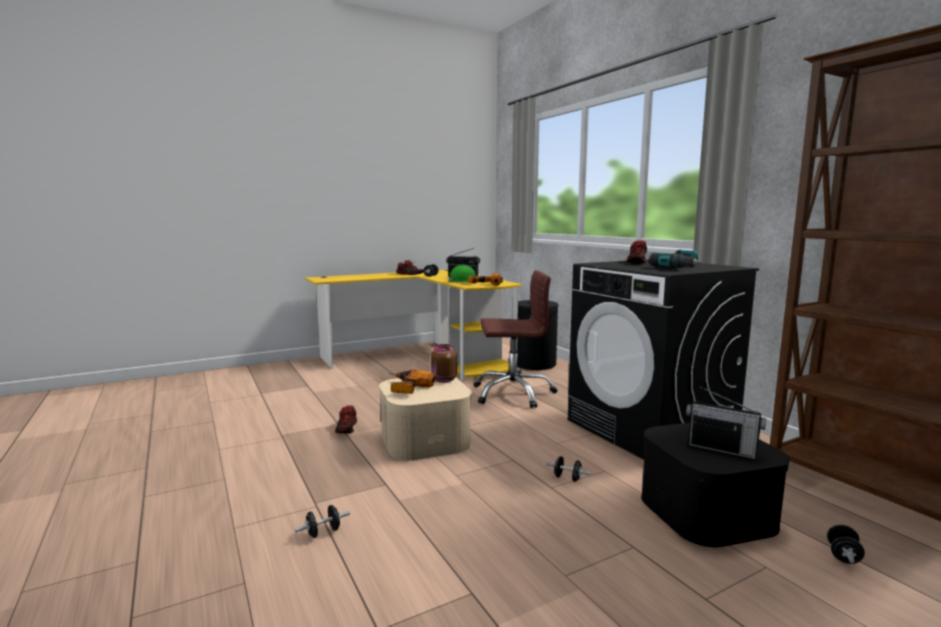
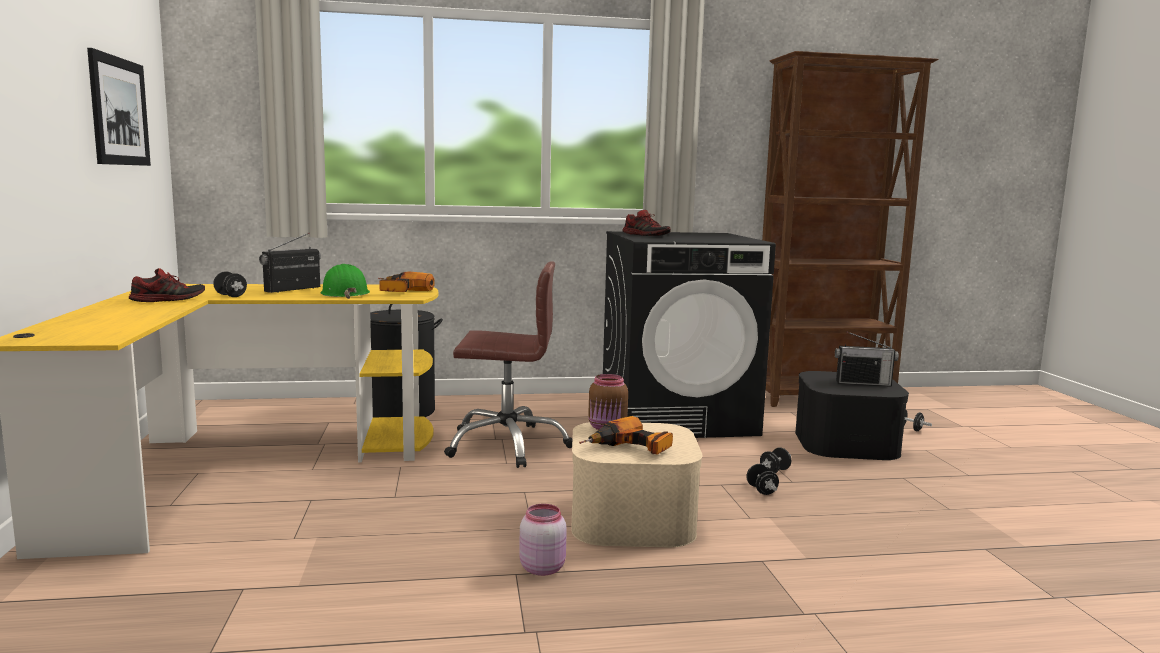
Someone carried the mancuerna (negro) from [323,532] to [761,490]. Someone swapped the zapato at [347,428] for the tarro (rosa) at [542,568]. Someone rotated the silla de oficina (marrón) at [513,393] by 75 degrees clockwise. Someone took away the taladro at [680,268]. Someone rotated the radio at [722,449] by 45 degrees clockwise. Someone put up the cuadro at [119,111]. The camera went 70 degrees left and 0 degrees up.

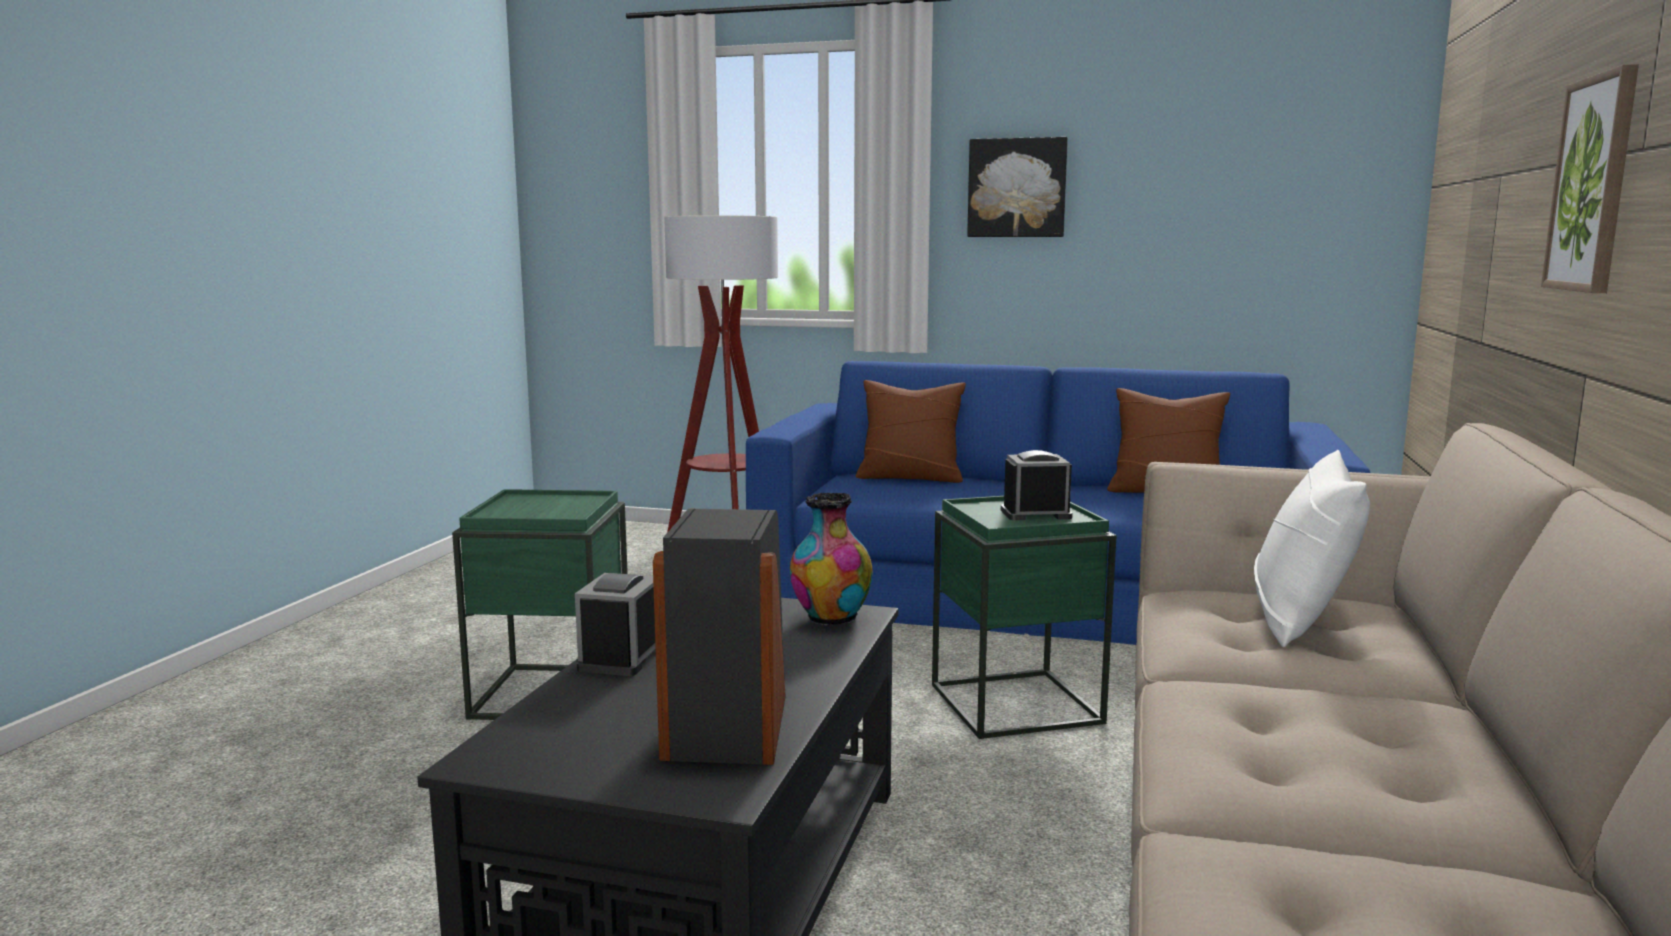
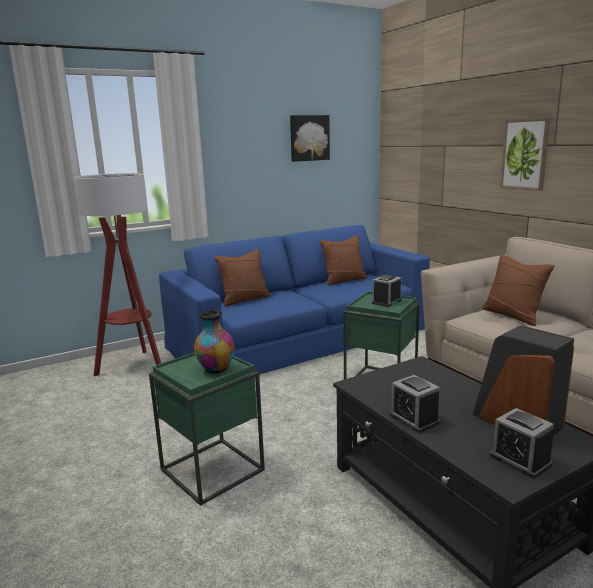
Someone carried the florero from [830,618] to [216,369]. Someone carried the cuadro from [1017,188] to [309,138]. Someone repainted the cojín (blanco) at [1299,620], which became the cojín (marrón) at [513,315]. Someone put down the despertador at [520,460]. The camera went 45 degrees left and 5 degrees up.

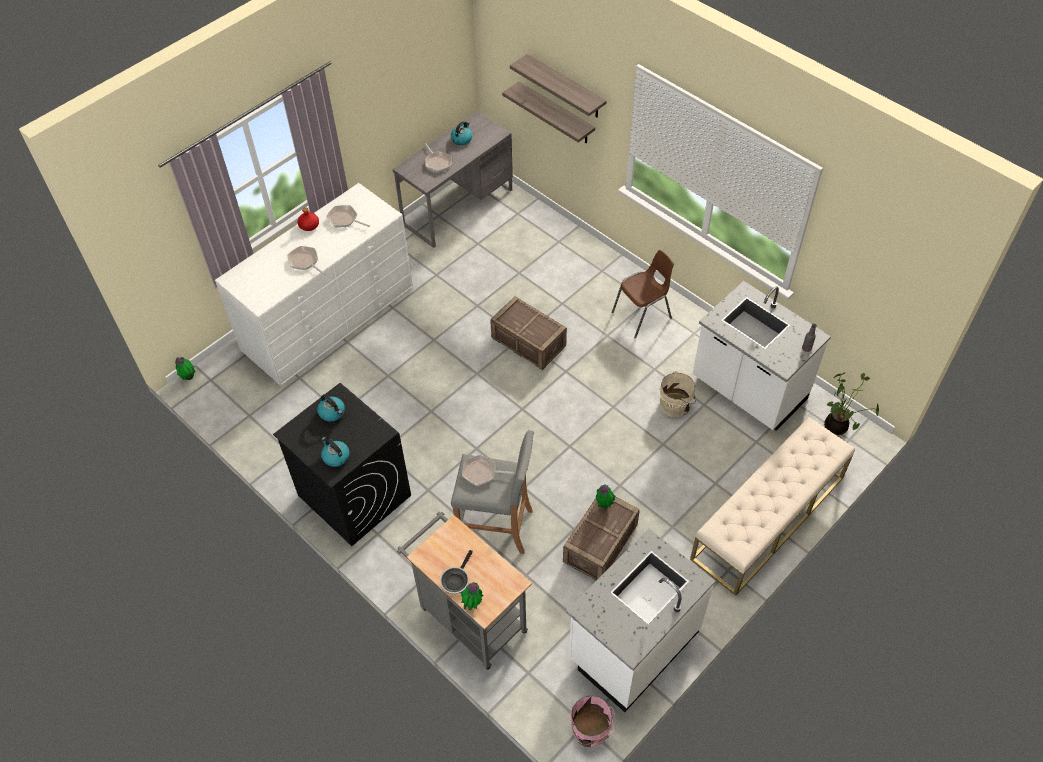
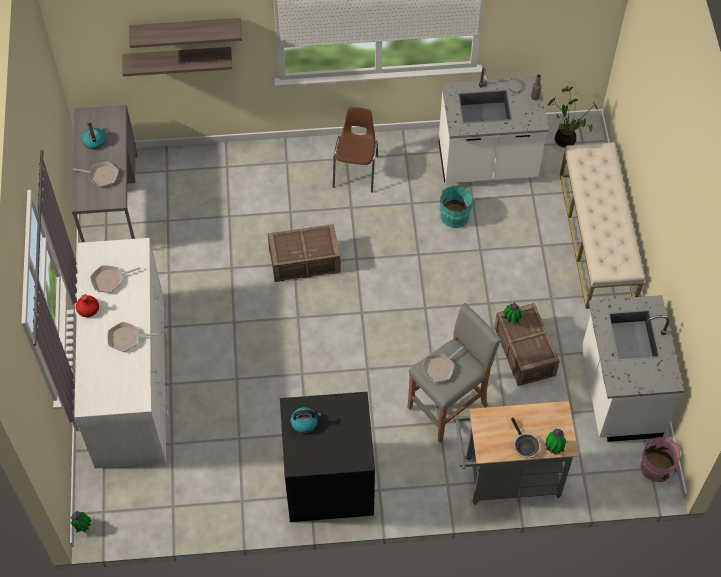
Someone took away the hervidor at [335,456]. Someone repainted the cubo (beis) at [676,404], which became the cubo (turquesa) at [455,215]. The camera went 50 degrees left and 5 degrees up.

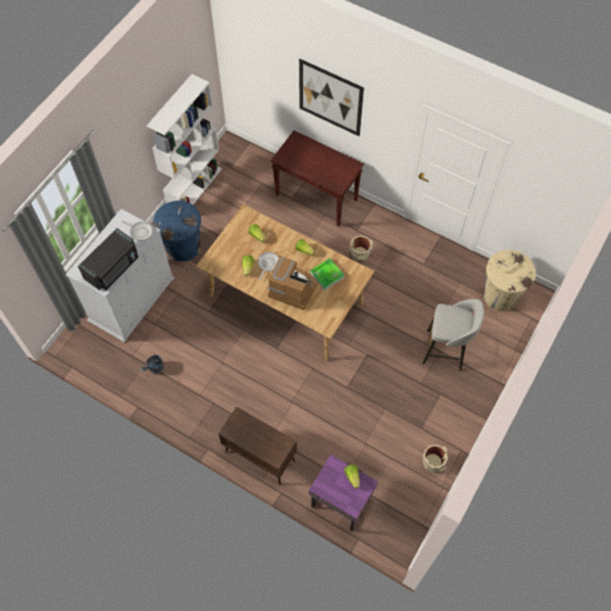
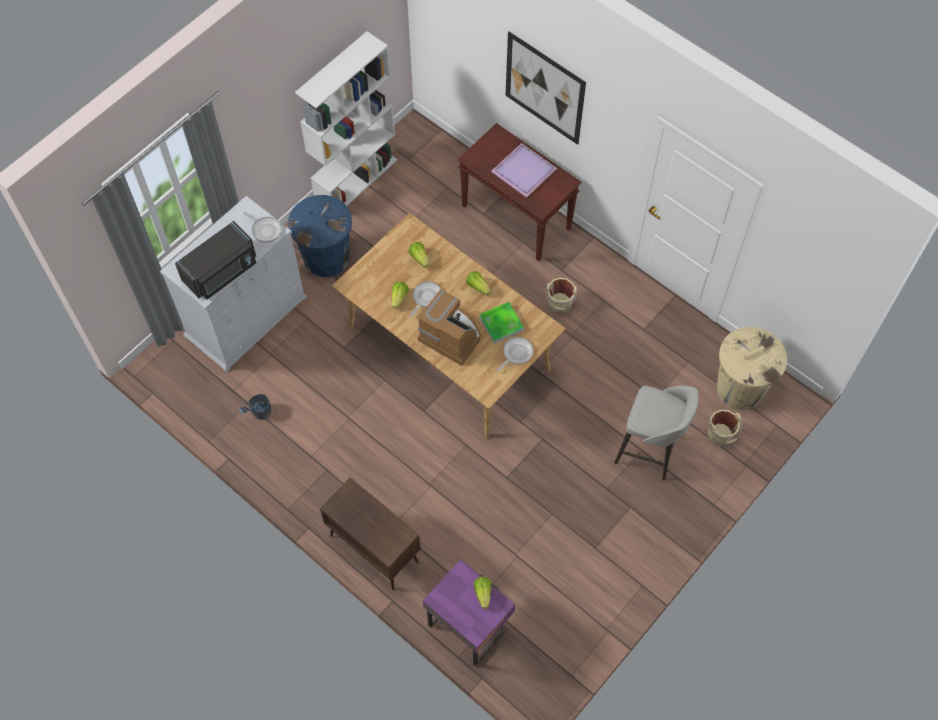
Someone carried the cubo (beis) from [433,463] to [720,435]. Someone put down the bandeja (morado) at [524,172]. Someone put down the sartén at [516,353]. The camera went 10 degrees right and 0 degrees up.

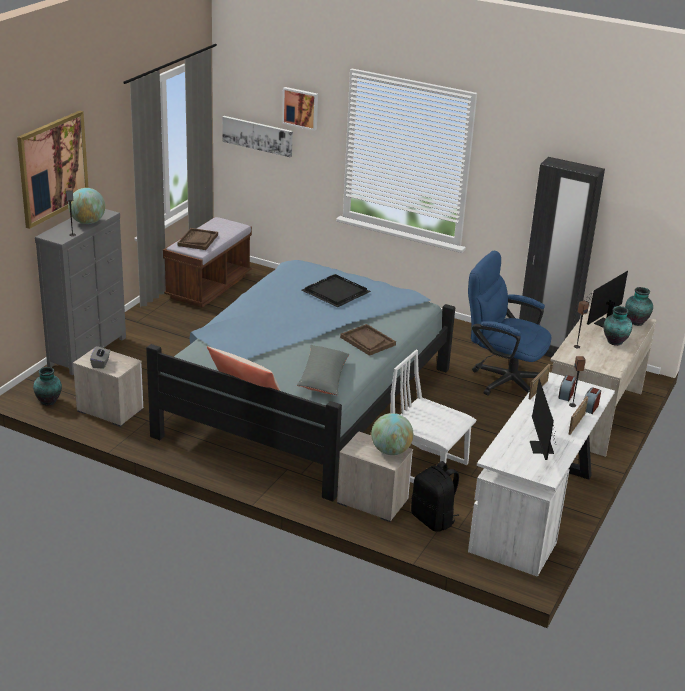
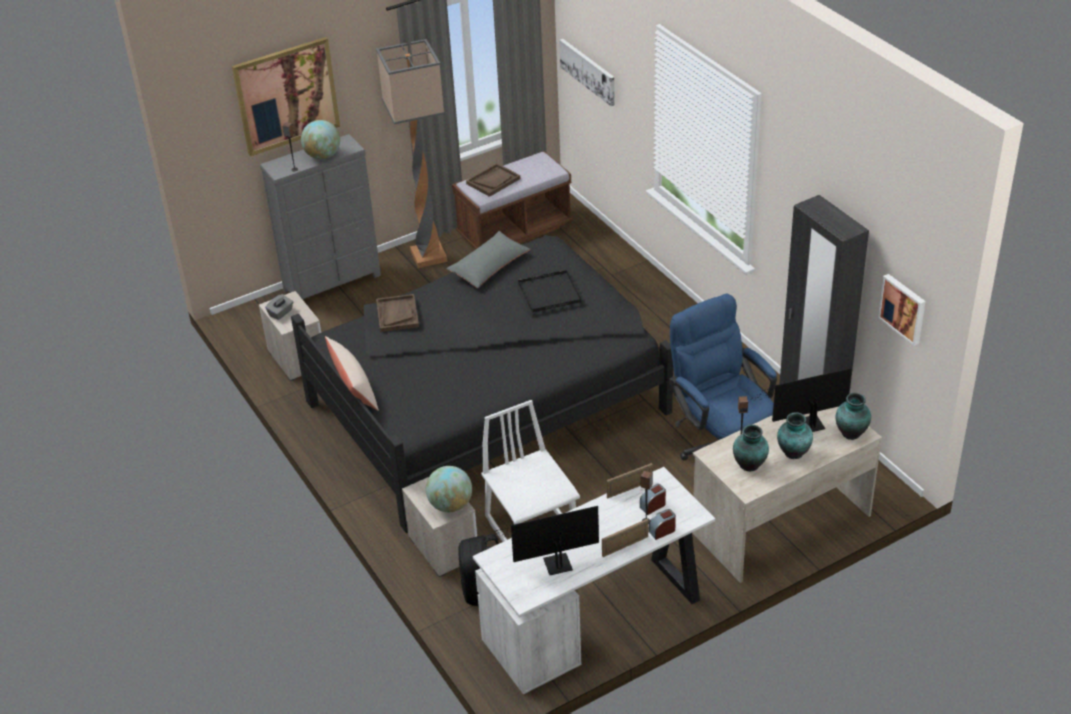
Someone carried the florero from [49,401] to [750,465]. Someone repainted the cama (azul) at [303,395], which became the cama (negro) at [489,398]. Someone carried the cuadro from [301,108] to [903,308]. Someone carried the cojín (gris) from [323,377] to [489,267]. Someone carried the bandeja (marrón) from [367,341] to [397,314]. Someone rotated the monitor at [541,449] by 45 degrees clockwise. Someone put down the lámpara de pie at [429,255]. The camera went 35 degrees right and 10 degrees up.

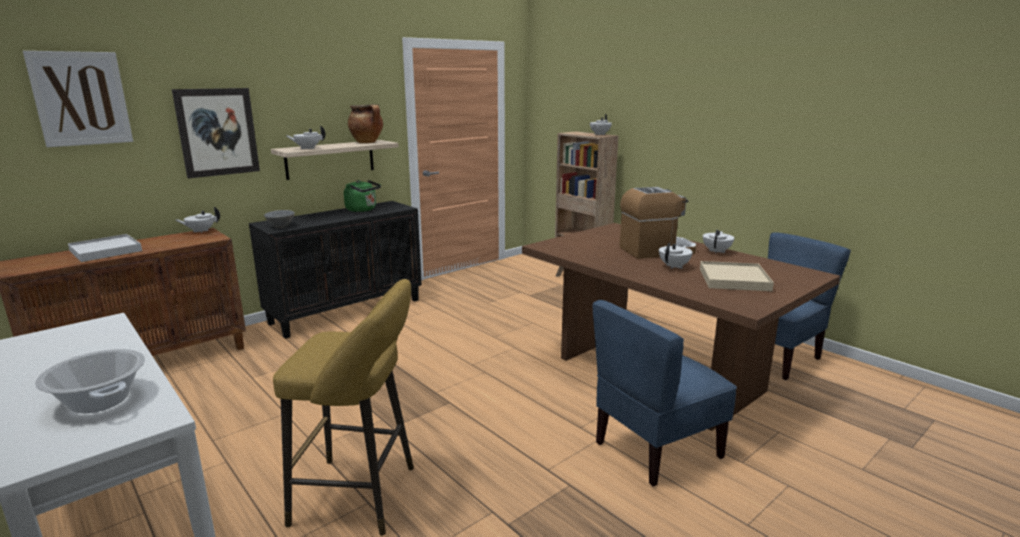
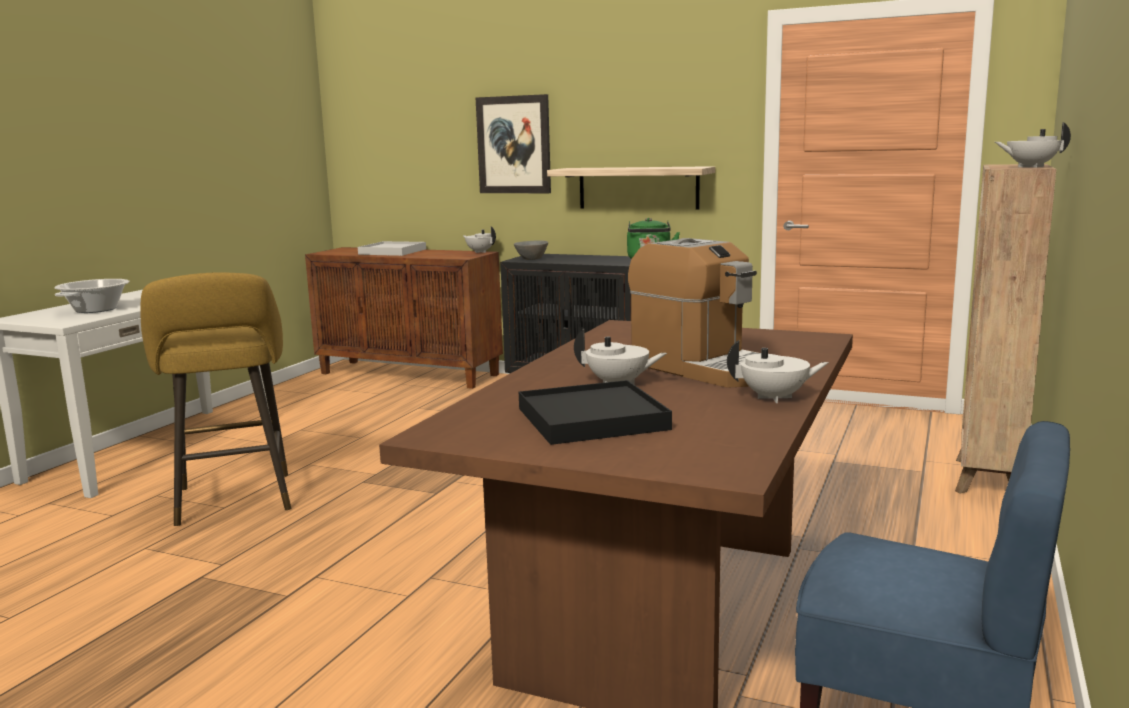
Someone took away the cuadro at [81,99]. Someone took away the tetera (blanco) at [307,148]. Someone took away the olla at [367,142]. Someone took away the silla (azul) at [656,449]. Someone repainted the bandeja (beis) at [734,279], which became the bandeja (negro) at [591,419]. The camera went 65 degrees right and 5 degrees down.

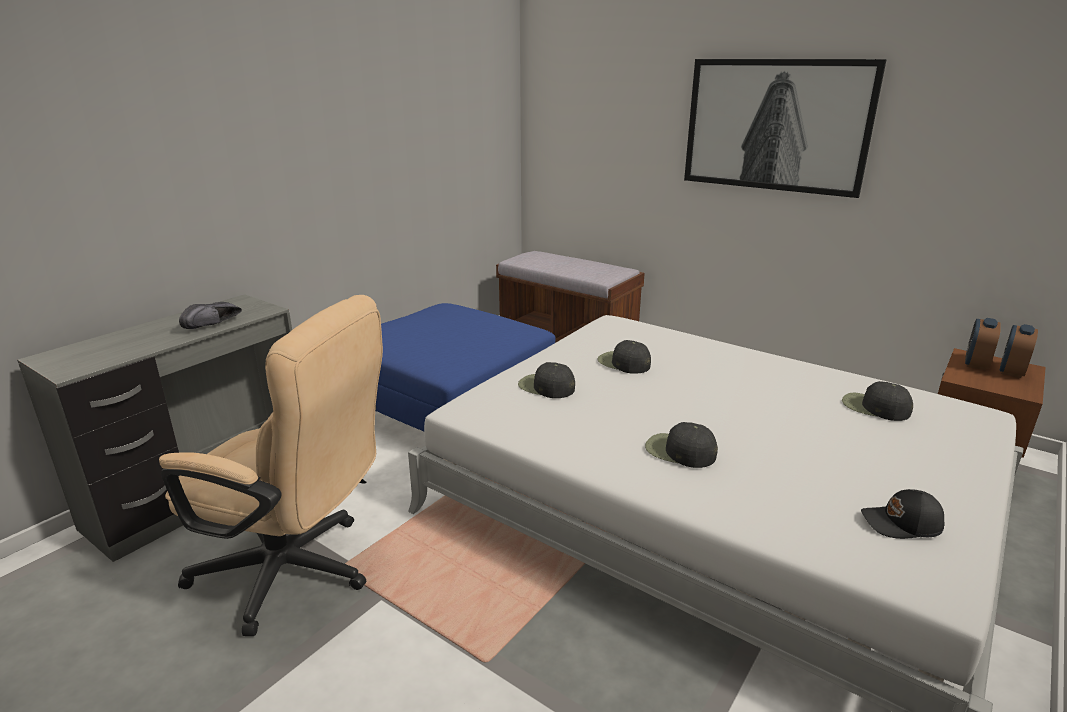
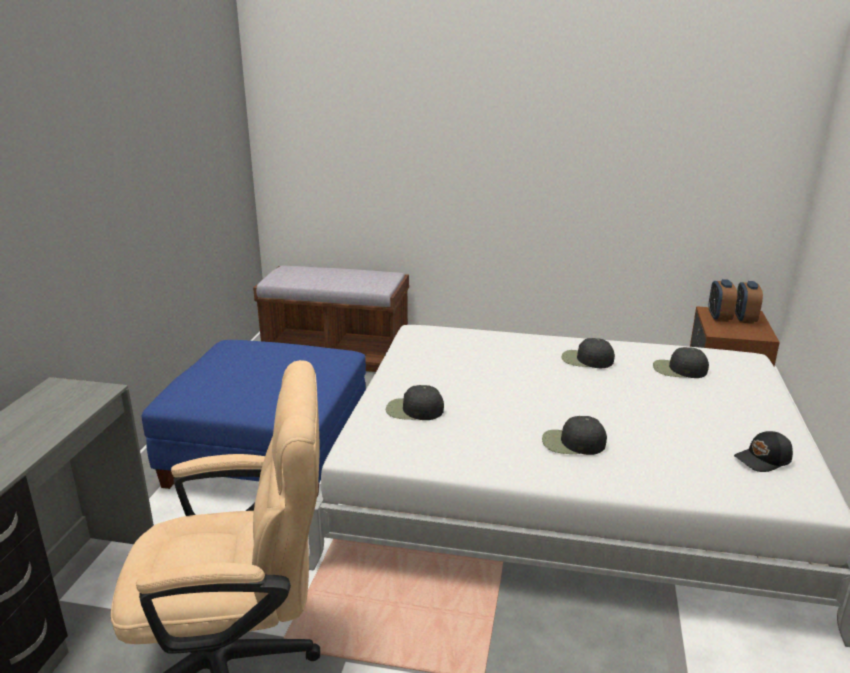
Someone took away the zapato (negro) at [215,325]. Someone carried the gorra (negro) from [623,363] to [586,360]. Someone took away the cuadro at [776,125]. The camera went 25 degrees left and 0 degrees up.

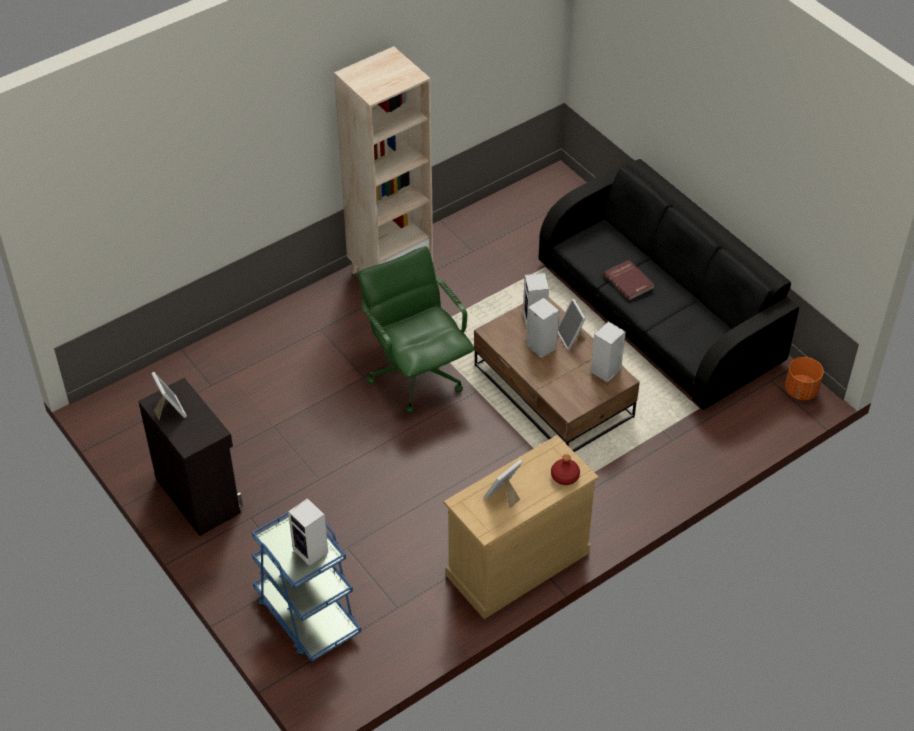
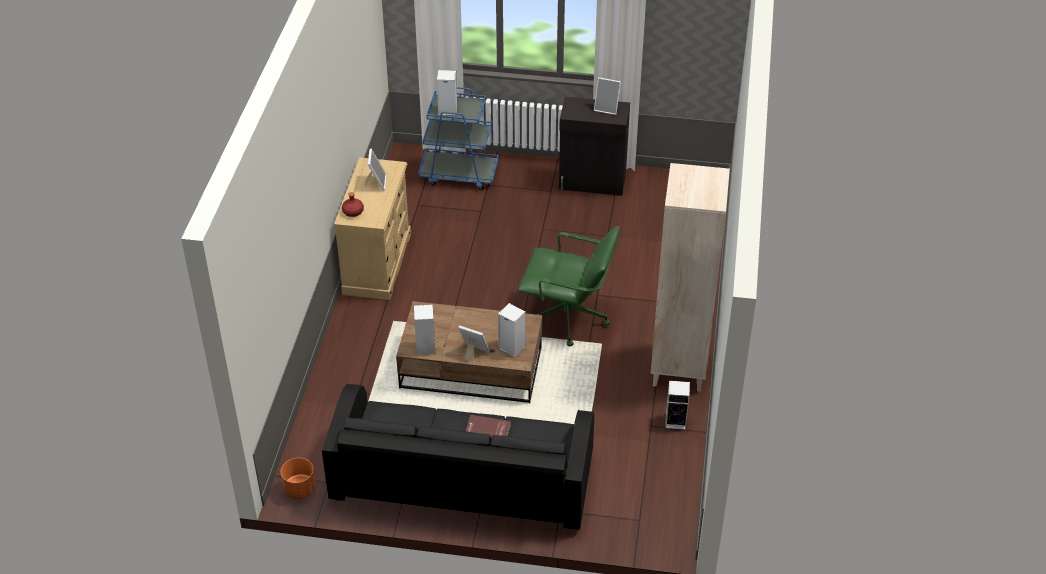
Someone carried the altavoz from [540,346] to [676,421]. The camera went 135 degrees right and 5 degrees down.

